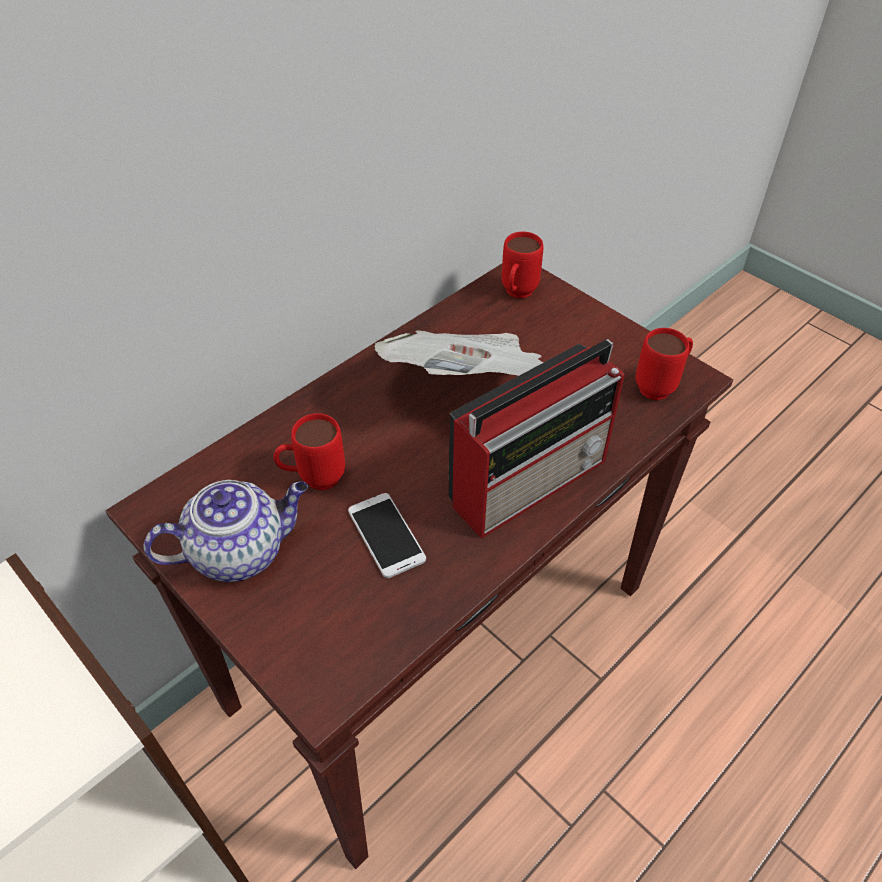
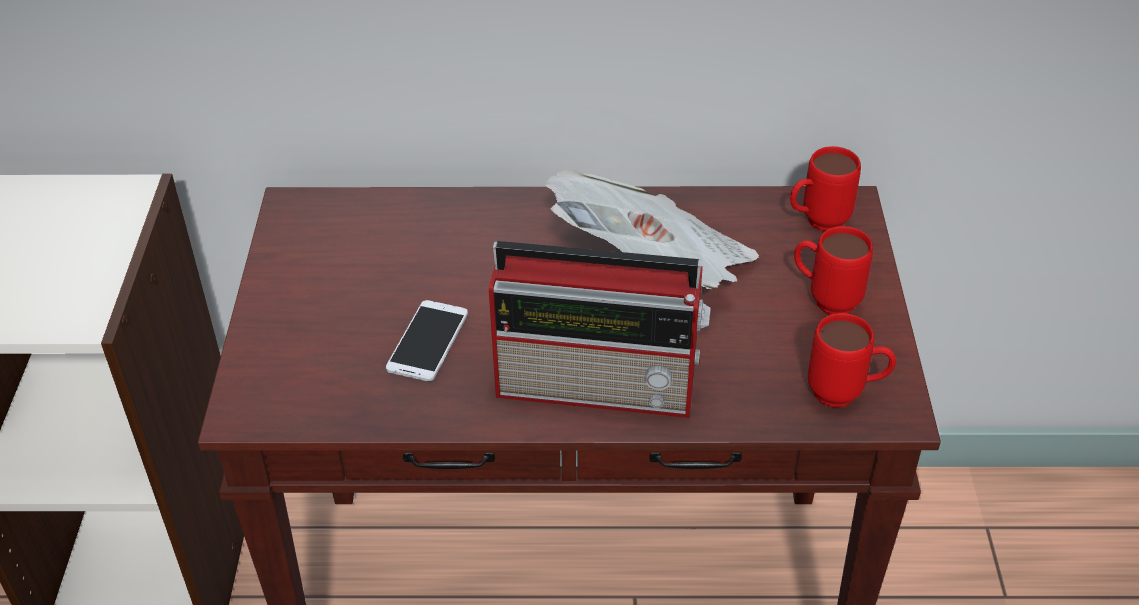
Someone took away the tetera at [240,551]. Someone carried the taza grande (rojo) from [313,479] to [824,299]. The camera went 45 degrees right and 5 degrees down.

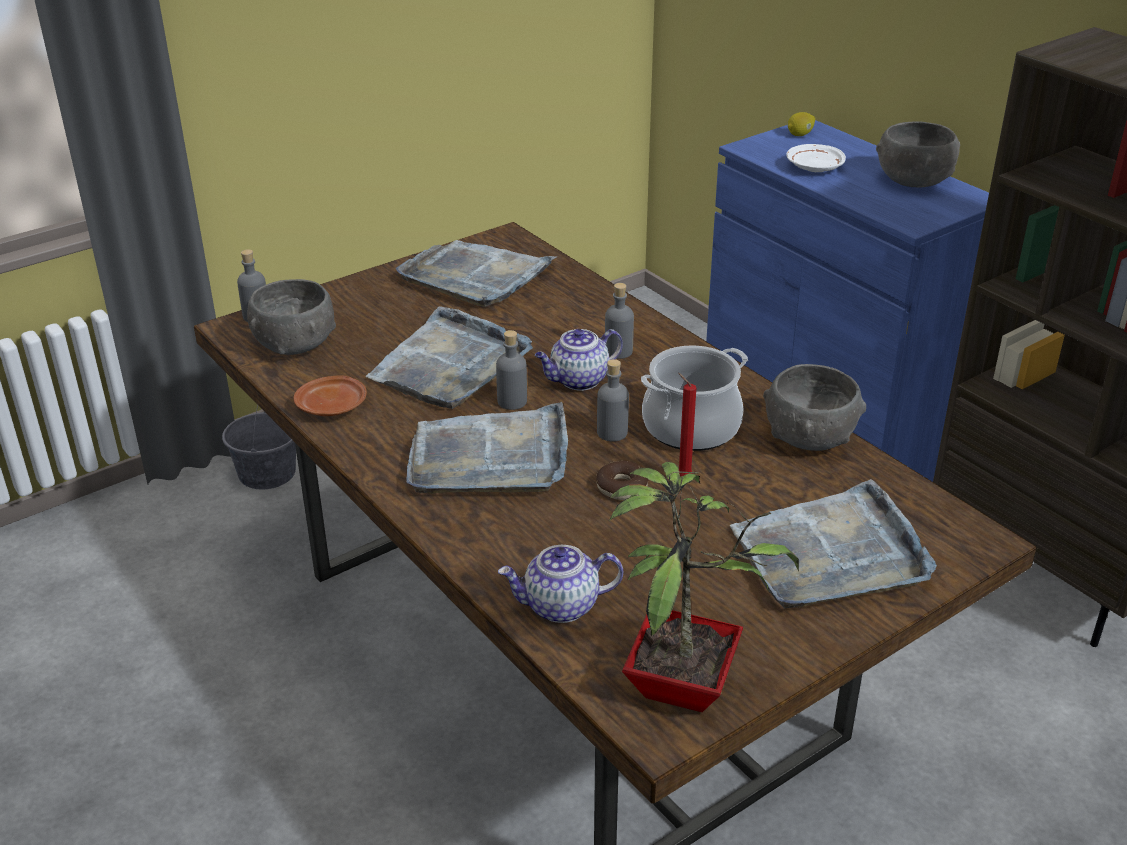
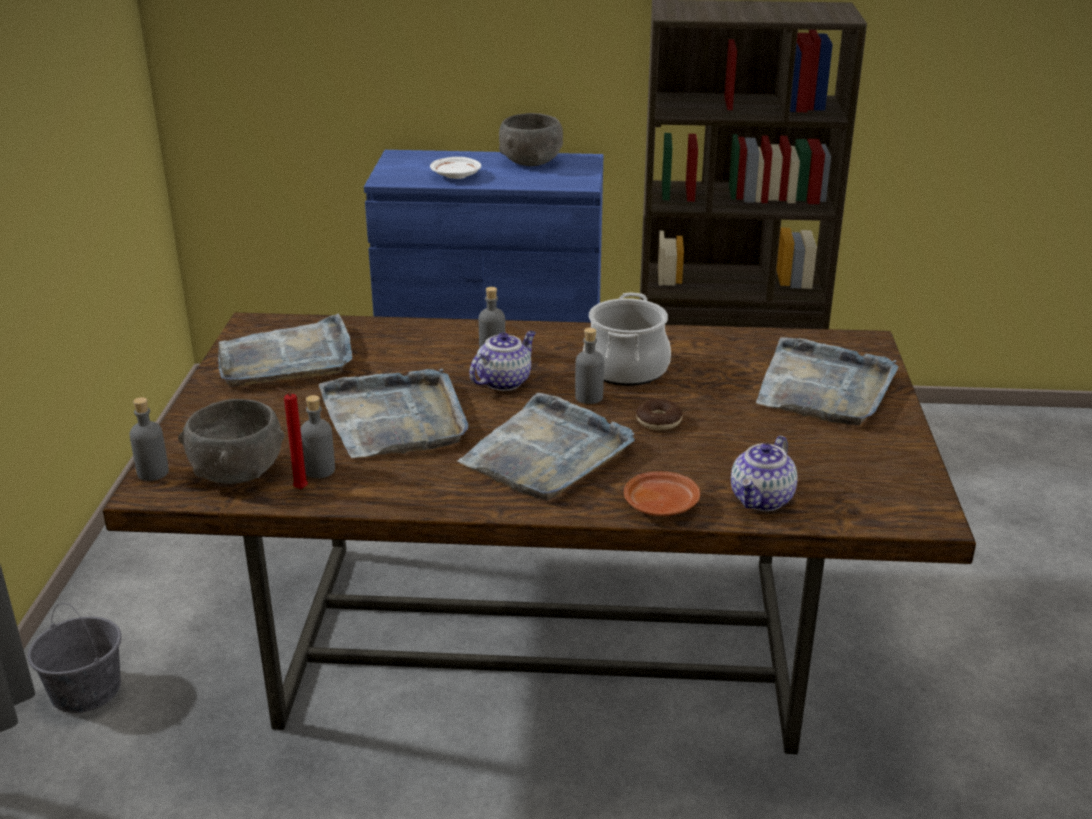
Someone carried the plato (marrón) from [333,407] to [661,505]. Someone carried the botella (gris) from [512,401] to [319,470]. Someone rotated the tetera at [578,380] by 150 degrees counterclockwise. Someone took away the planta en maceta at [682,682]. Someone carried the vela (rojo) from [682,477] to [298,489]. Someone took away the cuenco (gris) at [810,438]. Someone took away the limón at [800,135]. The camera went 50 degrees left and 5 degrees down.

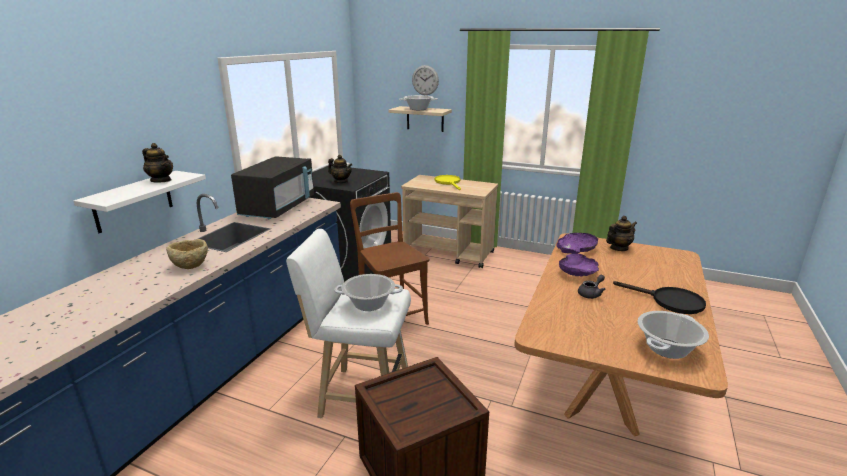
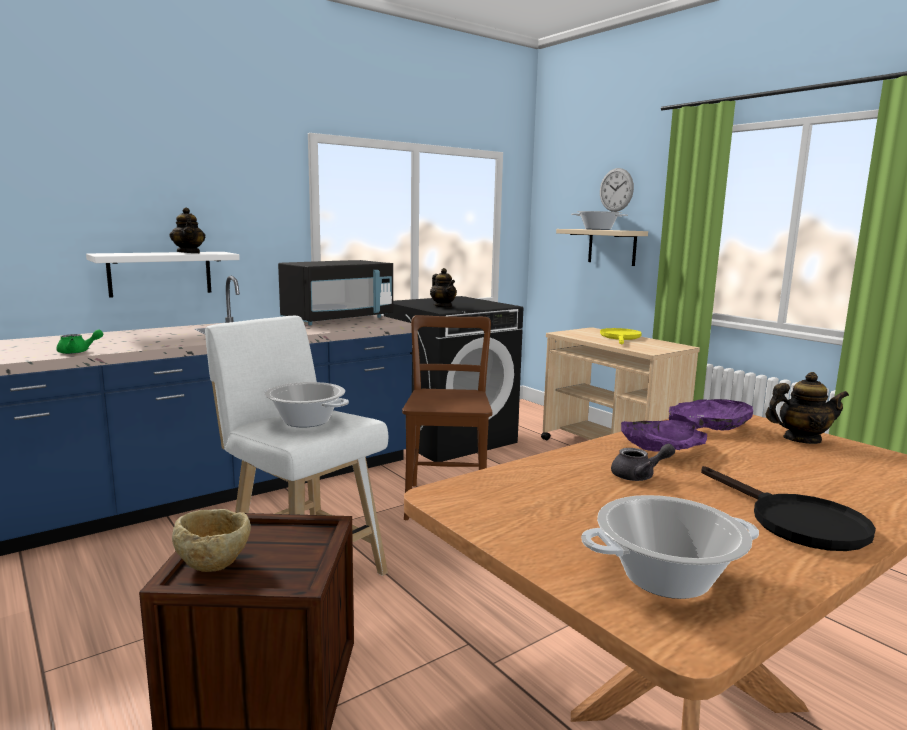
Someone carried the cuenco (beis) from [190,266] to [214,564]. Someone put down the tetera (verde) at [78,352]. The camera went 30 degrees right and 10 degrees down.

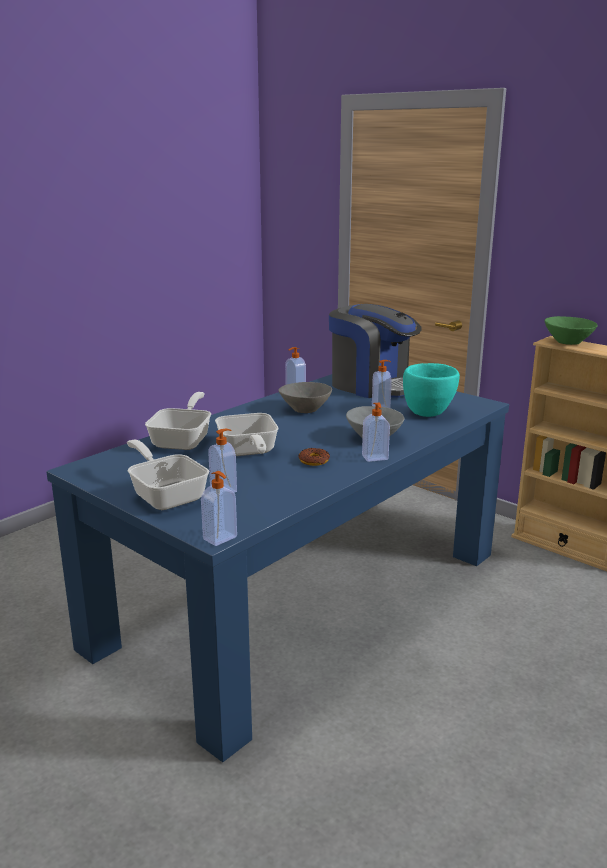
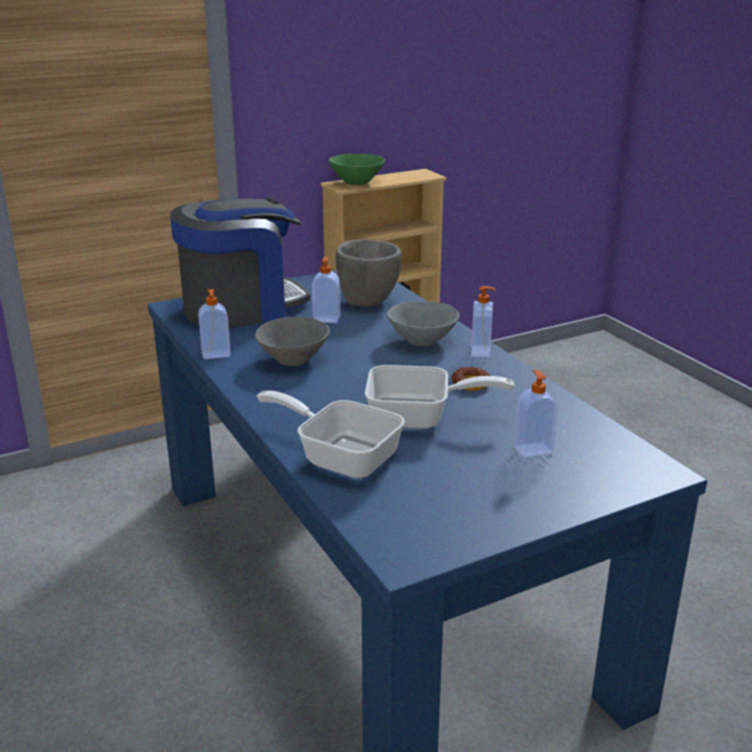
Someone took away the sartén at [166,494]. Someone took away the dispensador de jabón at [220,538]. Someone repainted the cuenco (turquesa) at [428,414], which became the cuenco (gris) at [368,301]. The camera went 70 degrees left and 5 degrees up.

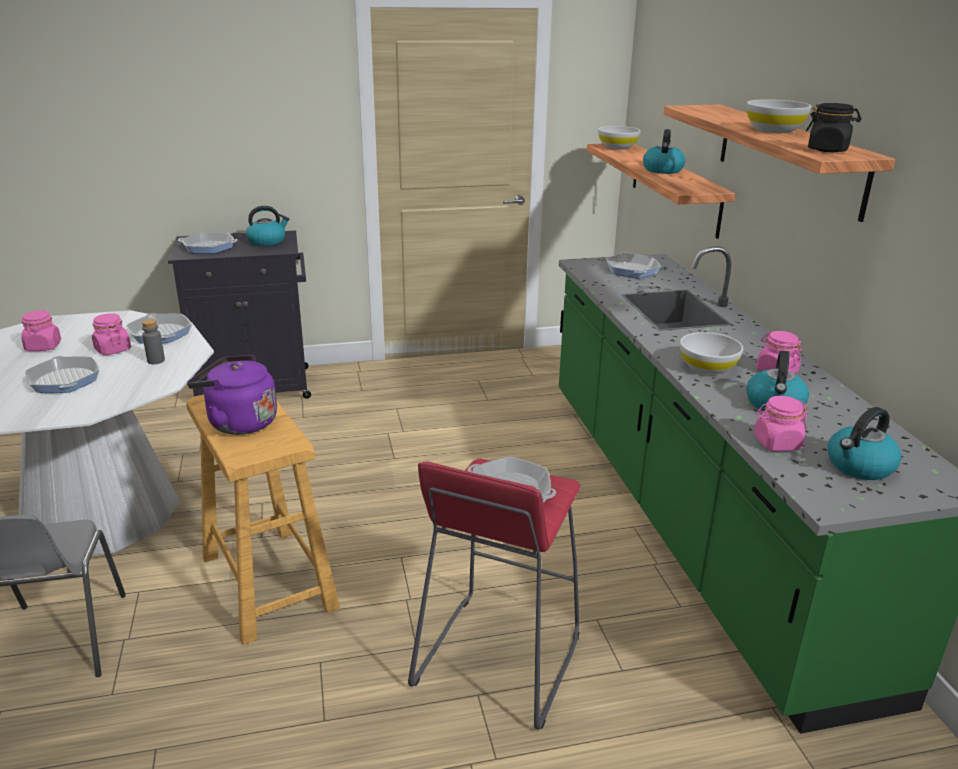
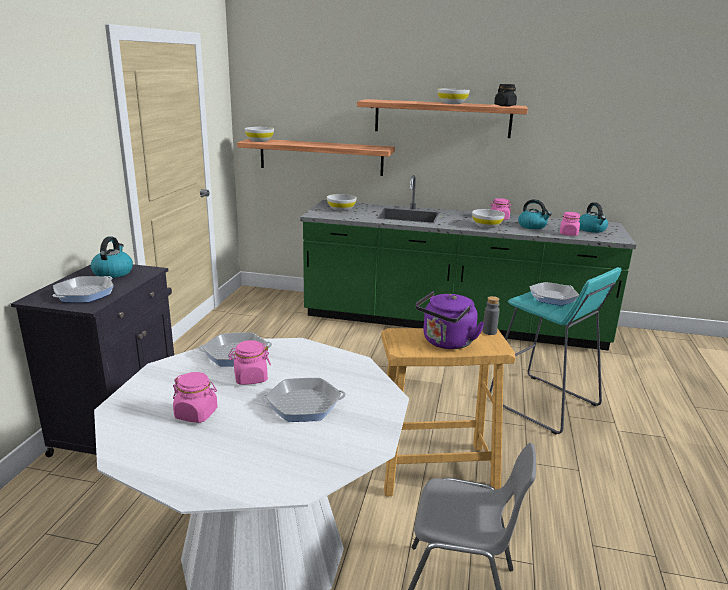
Someone carried the botella (gris) from [156,361] to [489,332]. Someone repainted the taburete (rojo) at [496,660], which became the taburete (turquesa) at [544,404]. Someone swapped the sartén at [632,270] for the cuenco (blanco) at [341,209]. Someone took away the hervidor at [662,170]. The camera went 65 degrees left and 5 degrees down.

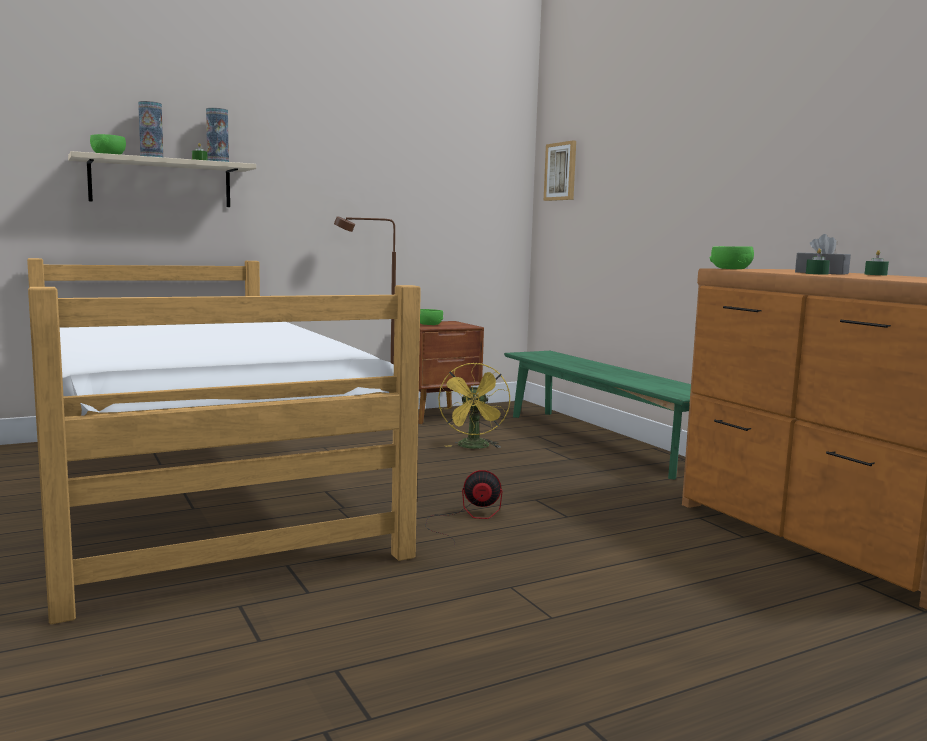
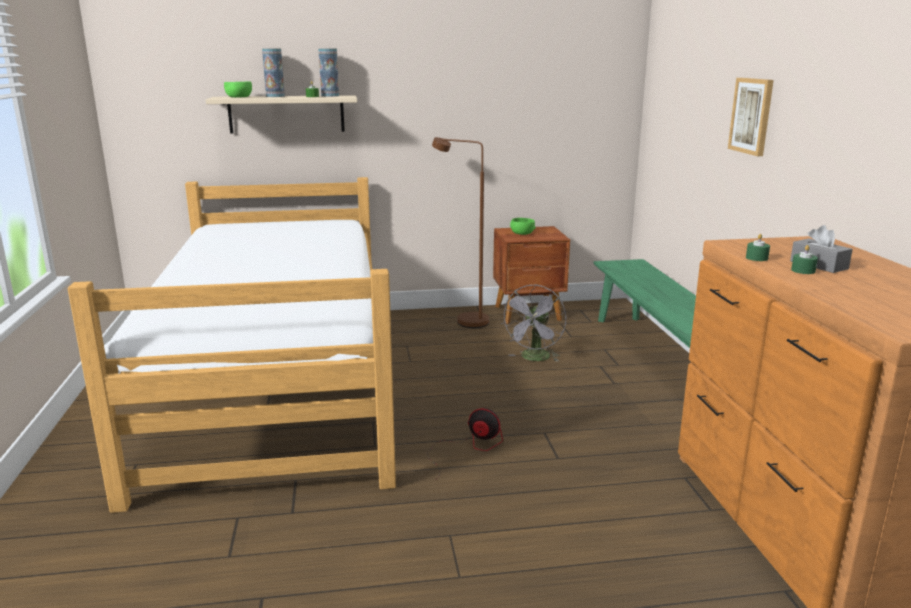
Someone repainted the ventilador (amarillo) at [474,447], which became the ventilador (gris) at [534,359]. Someone carried the cuadro from [561,171] to [751,116]. Someone took away the cuenco (verde) at [731,269]. Someone carried the vela (verde) from [875,274] to [756,258]. The camera went 20 degrees right and 10 degrees up.

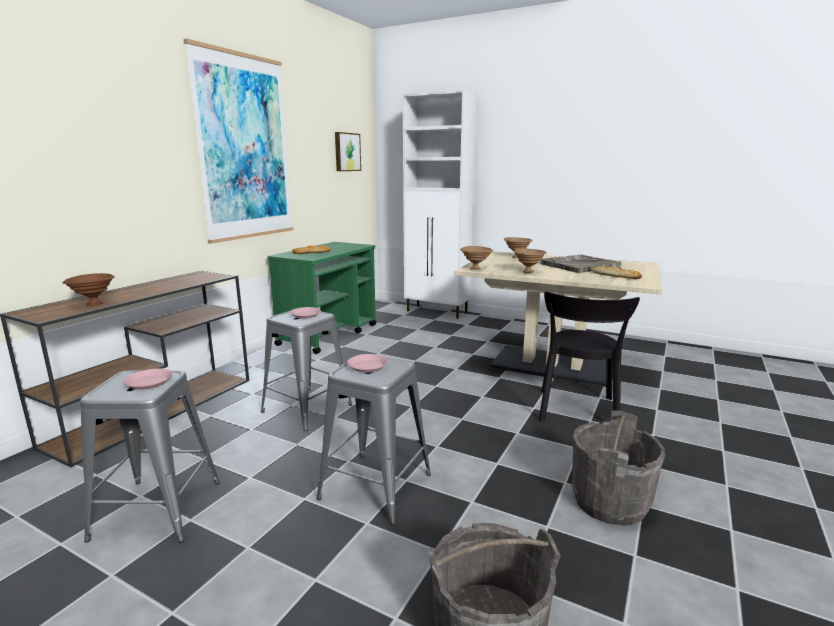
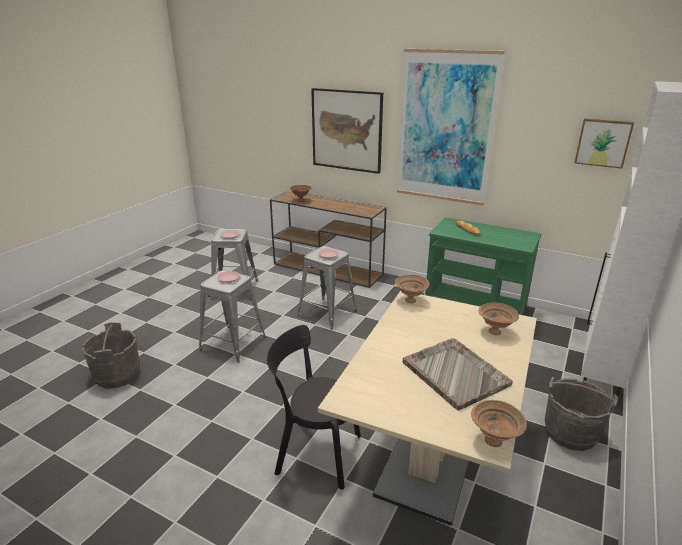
Someone carried the cuenco (marrón) from [528,272] to [494,441]. Someone carried the cubo (gris) from [610,502] to [570,433]. Someone took away the pan at [615,276]. Someone put up the cuadro at [347,130]. The camera went 90 degrees right and 10 degrees up.

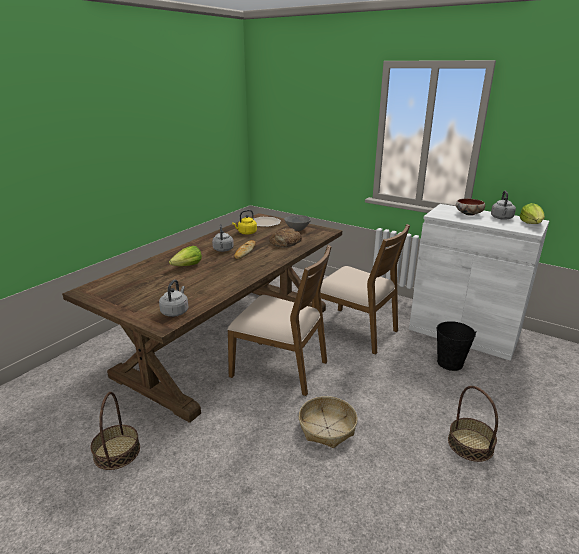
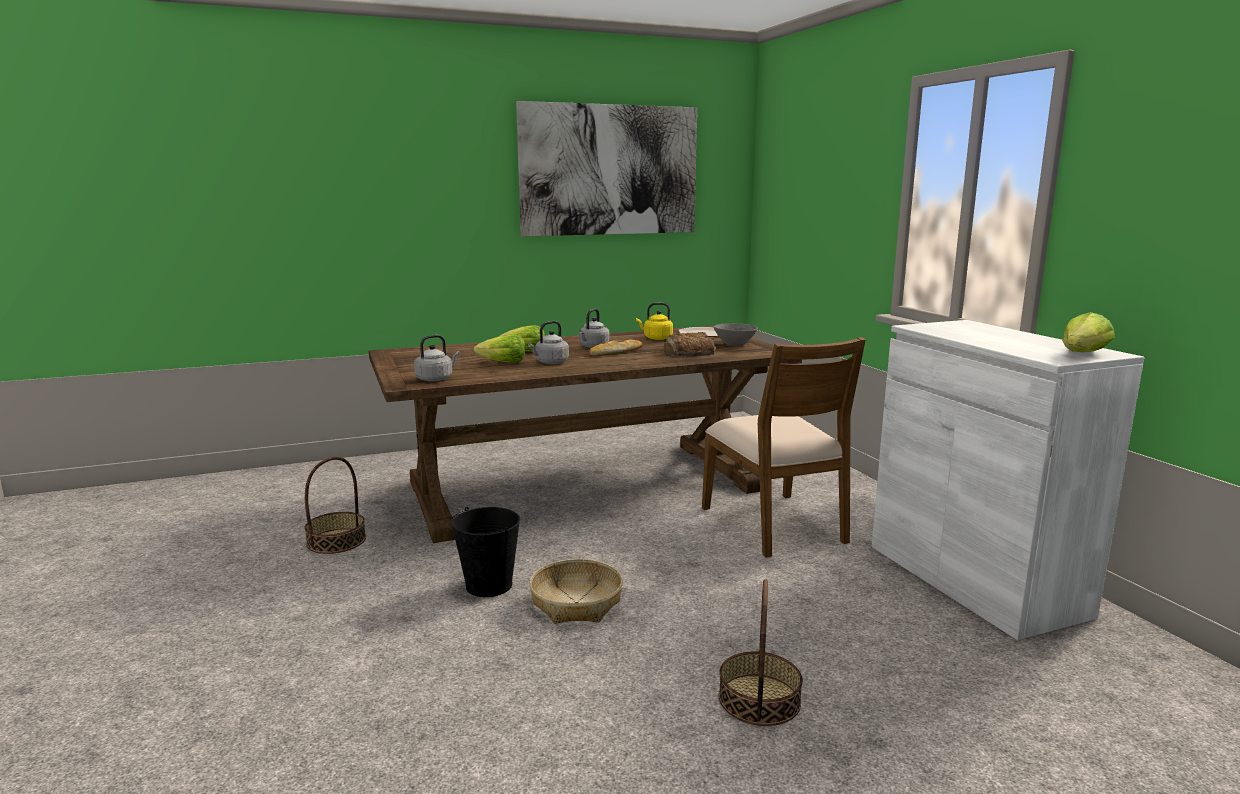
Someone took away the silla (marrón) at [280,368]. Someone carried the cubo (negro) from [449,363] to [489,585]. Someone took away the cuenco at [468,214]. Someone carried the hervidor (gris) from [501,218] to [550,362]. Someone put down the lechuga at [502,363]. Someone put up the cuadro at [609,170]. The camera went 35 degrees right and 10 degrees down.

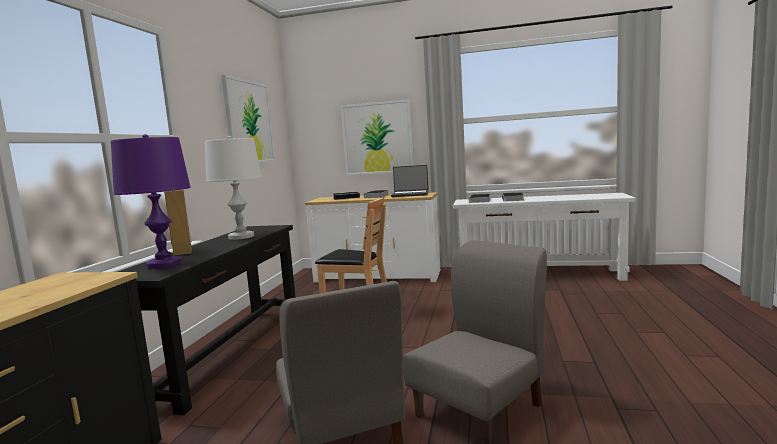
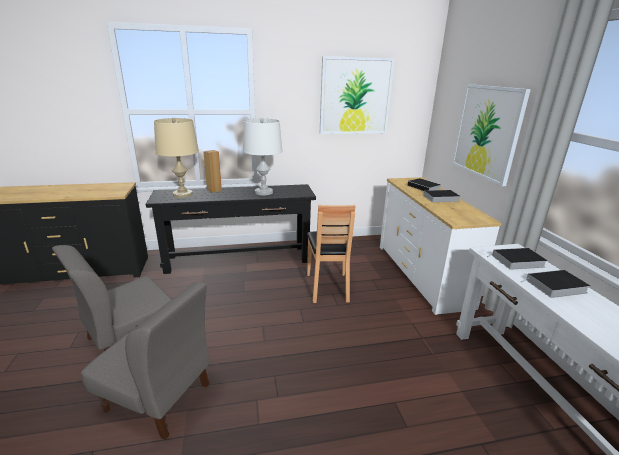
Someone repainted the lámpara de mesa (morado) at [164,264], which became the lámpara de mesa (beis) at [182,194]. Someone took away the portátil at [410,194]. The camera went 65 degrees right and 15 degrees up.

